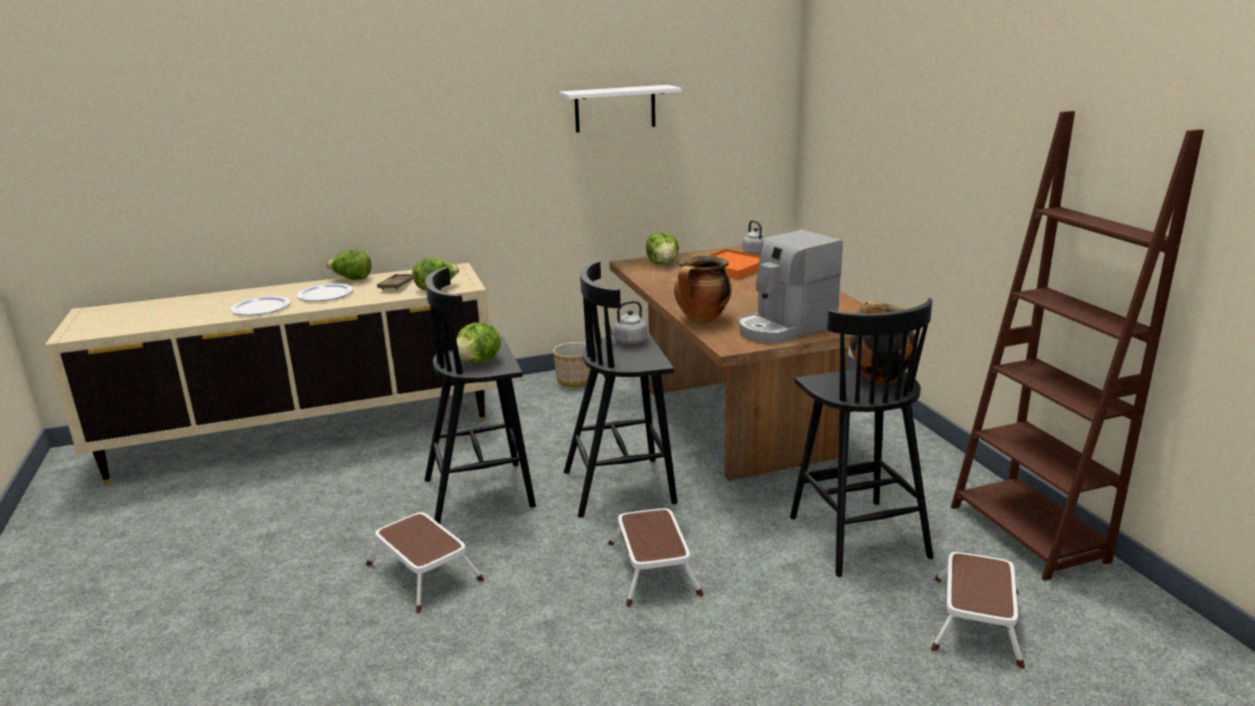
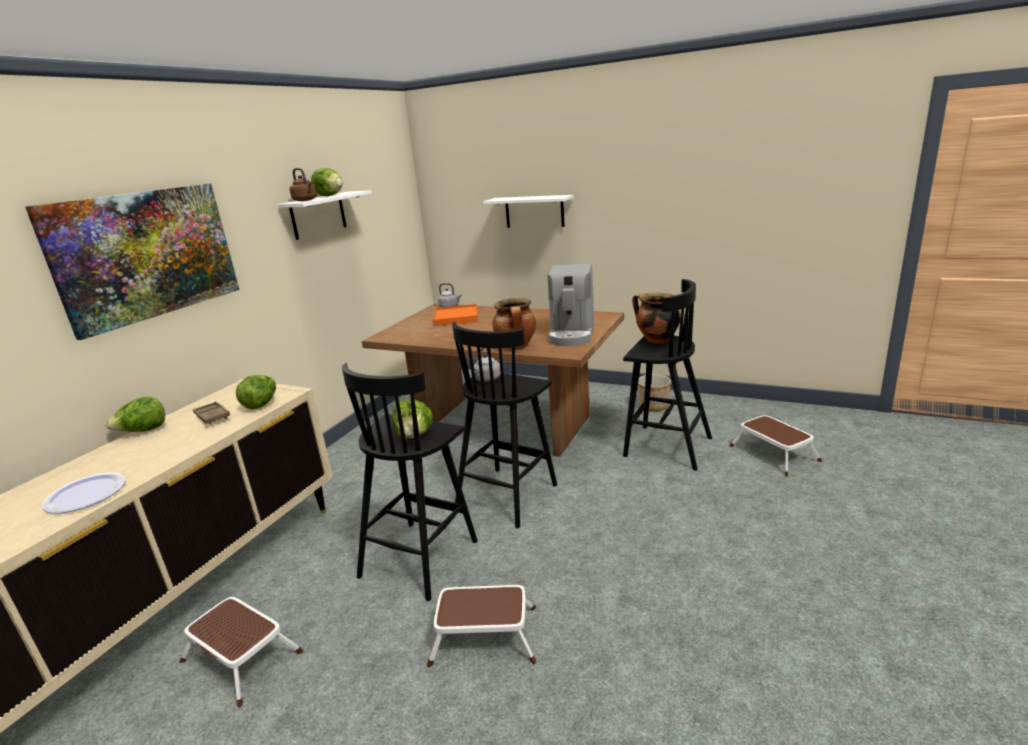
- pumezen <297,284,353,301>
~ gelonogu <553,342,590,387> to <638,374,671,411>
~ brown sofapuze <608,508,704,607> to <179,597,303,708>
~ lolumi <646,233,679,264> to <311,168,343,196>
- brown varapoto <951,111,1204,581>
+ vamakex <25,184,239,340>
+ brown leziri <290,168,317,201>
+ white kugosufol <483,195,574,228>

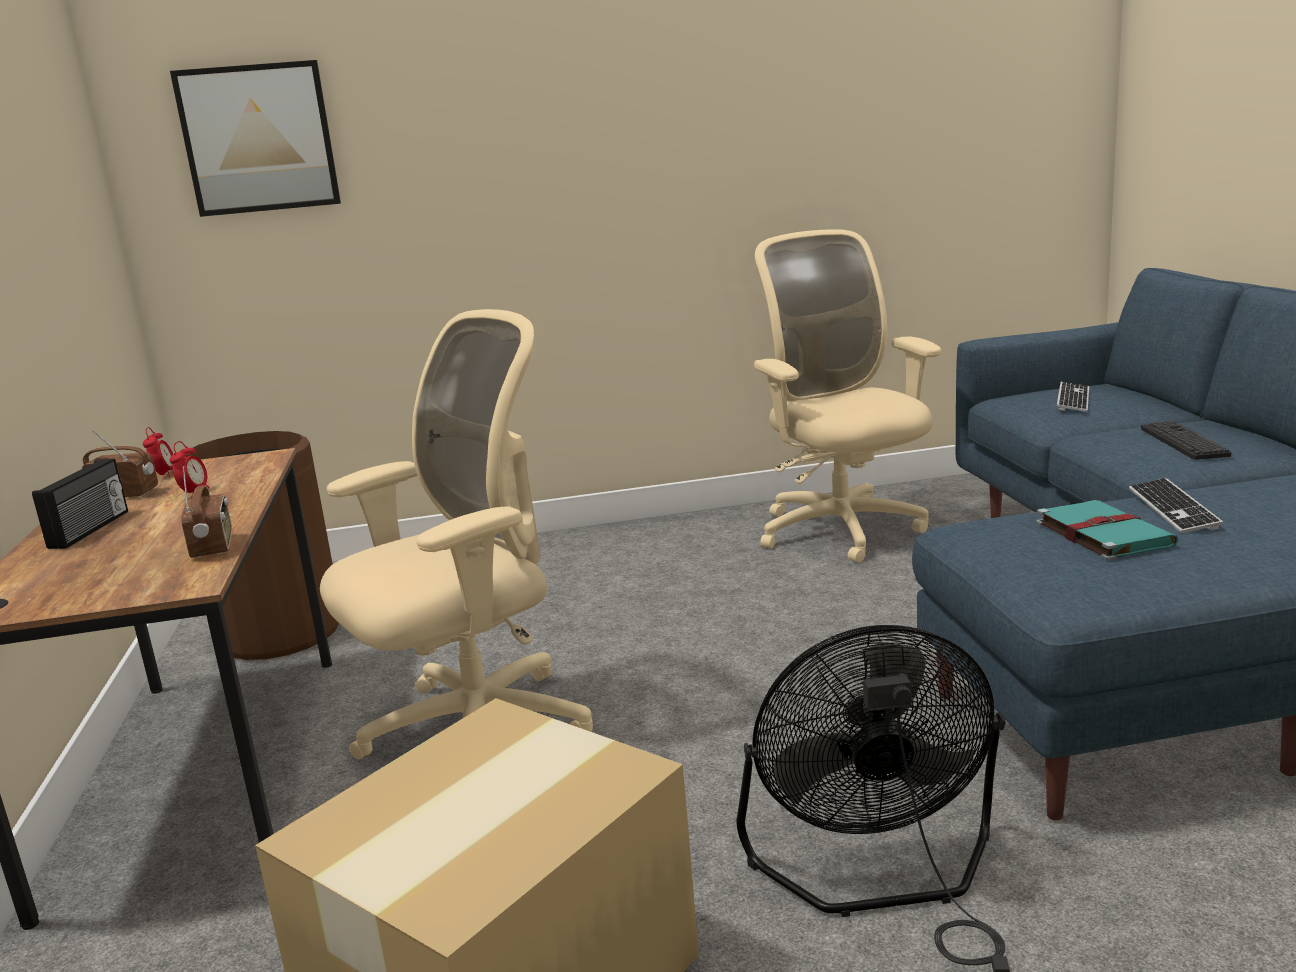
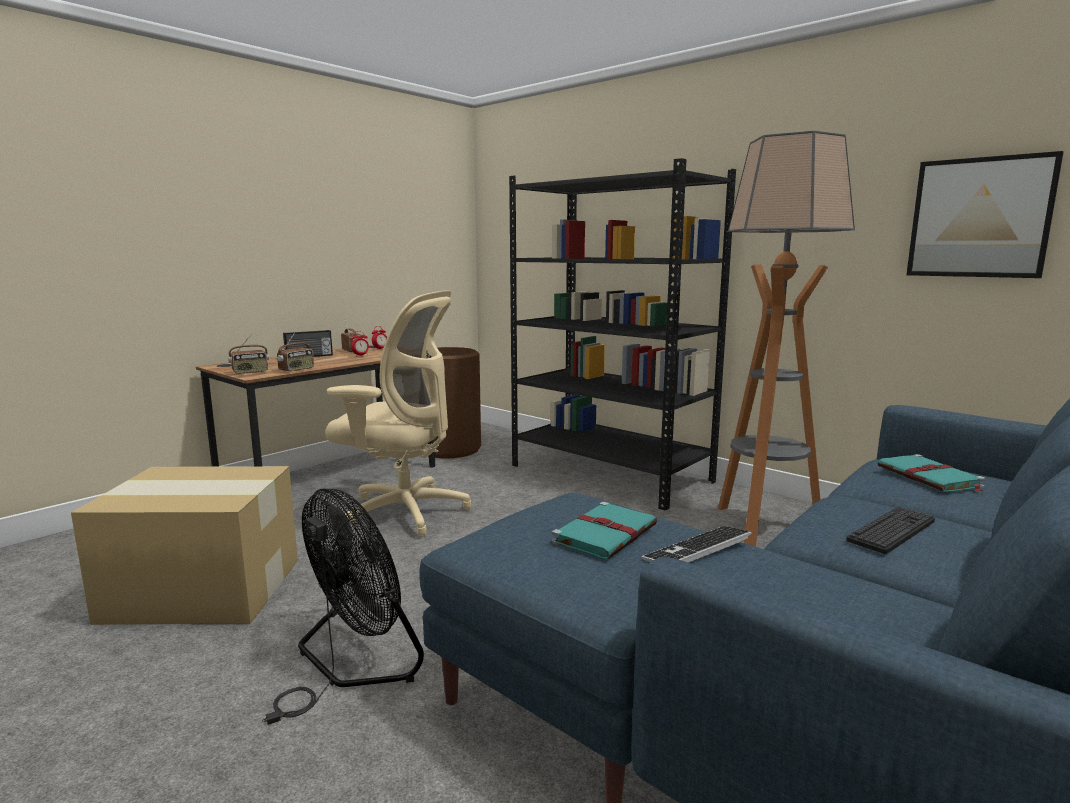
~ vamakex <170,60,341,217> to <906,151,1063,278>
~ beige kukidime <754,230,941,563> to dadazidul <718,131,855,547>
~ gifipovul <1057,382,1089,412> to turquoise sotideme <878,454,985,492>
+ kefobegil <228,334,269,374>
+ black varapoto <509,158,736,511>

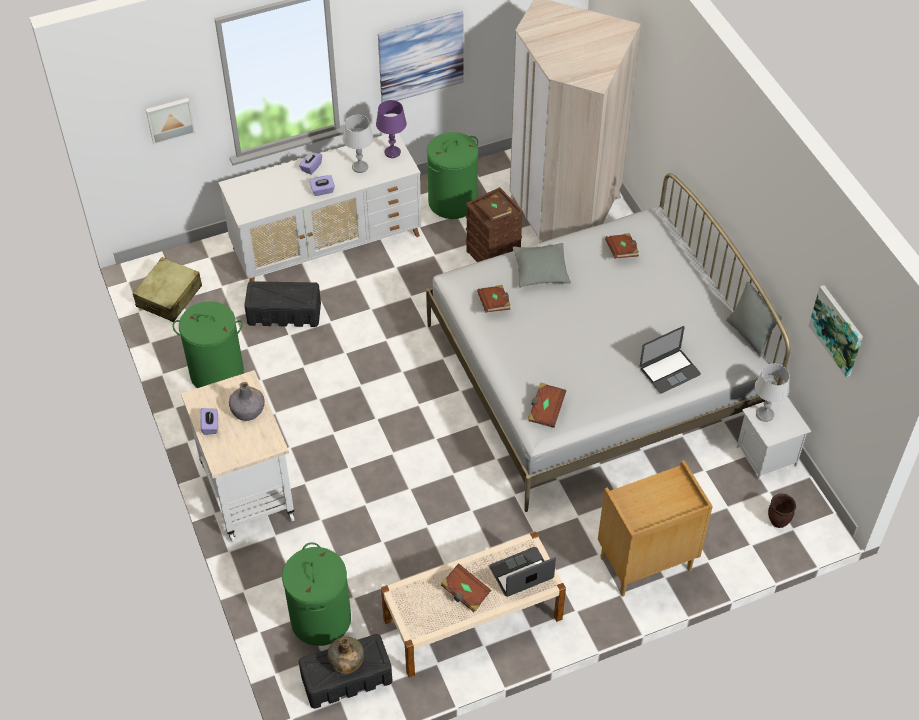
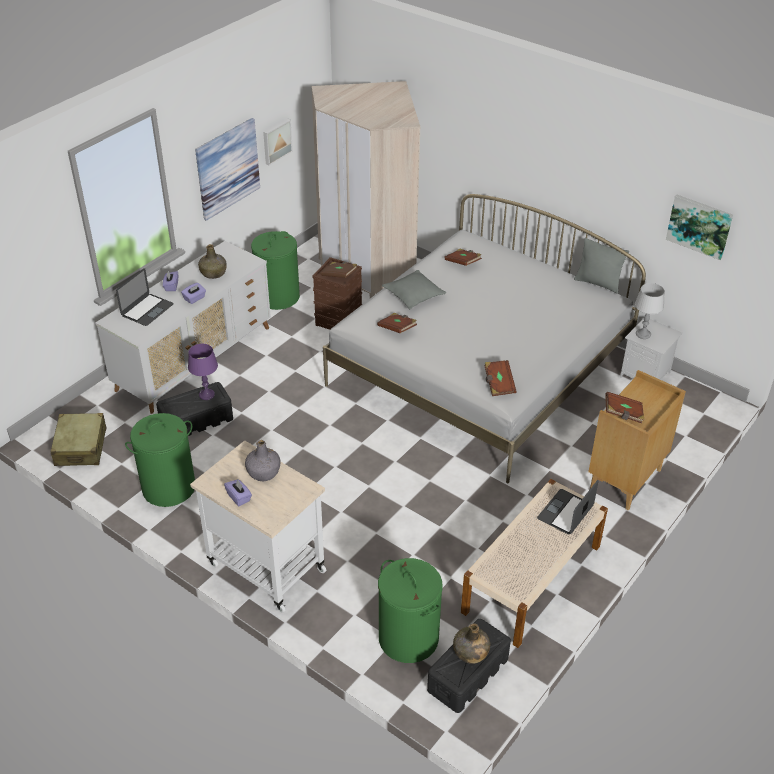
~ vamakex <146,98,196,145> to <263,118,293,165>
~ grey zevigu <343,115,374,173> to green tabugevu <198,244,227,279>
~ purple zevigu <376,100,407,158> to <188,344,218,400>
~ brown sotideme <441,563,491,612> to <605,392,645,423>
~ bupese <640,326,701,394> to <116,268,174,326>
- brown gelonogu <768,494,796,528>

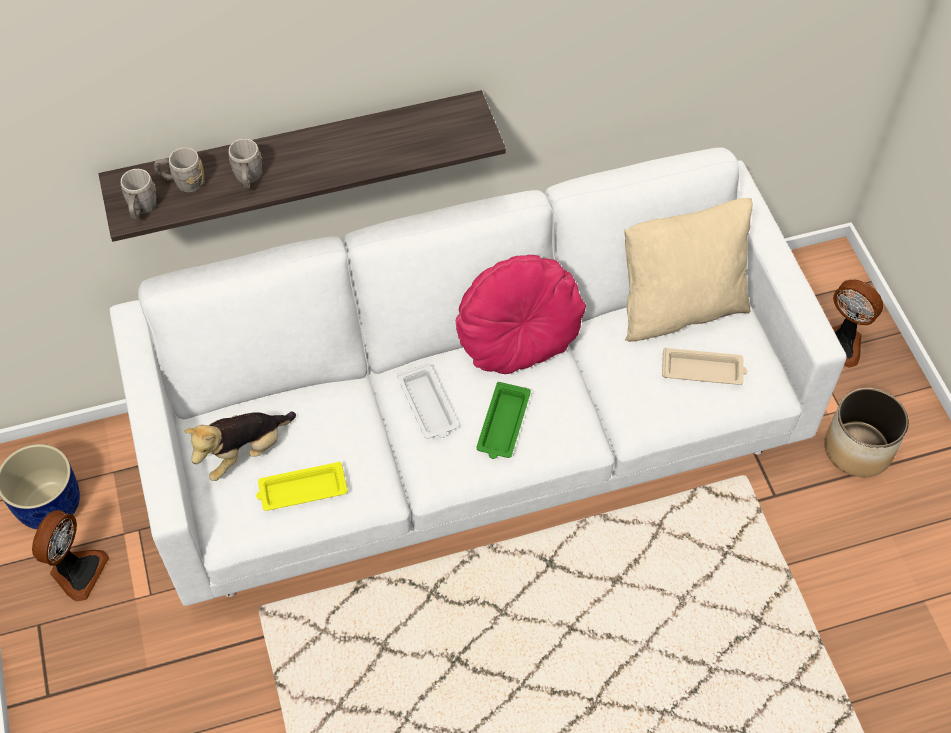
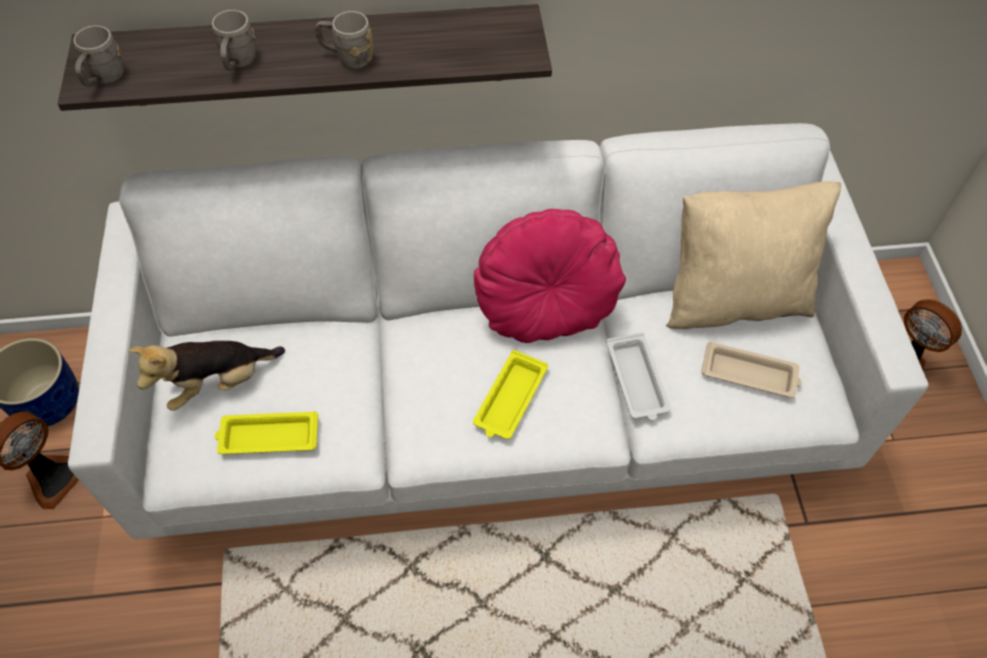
~ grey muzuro <154,147,204,193> to <315,11,373,69>
~ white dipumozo <397,363,458,439> to <607,333,671,420>
~ green dipumozo <476,382,531,459> to yellow dipumozo <473,350,548,439>
- gelonogu <824,388,909,477>

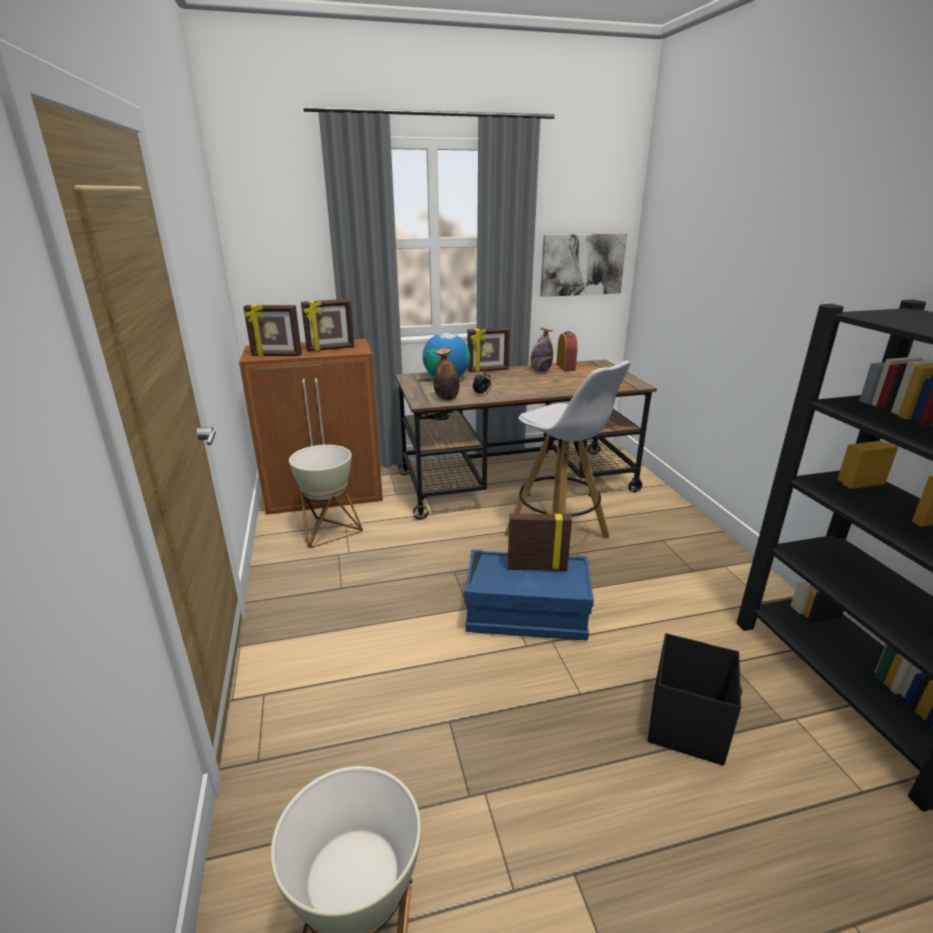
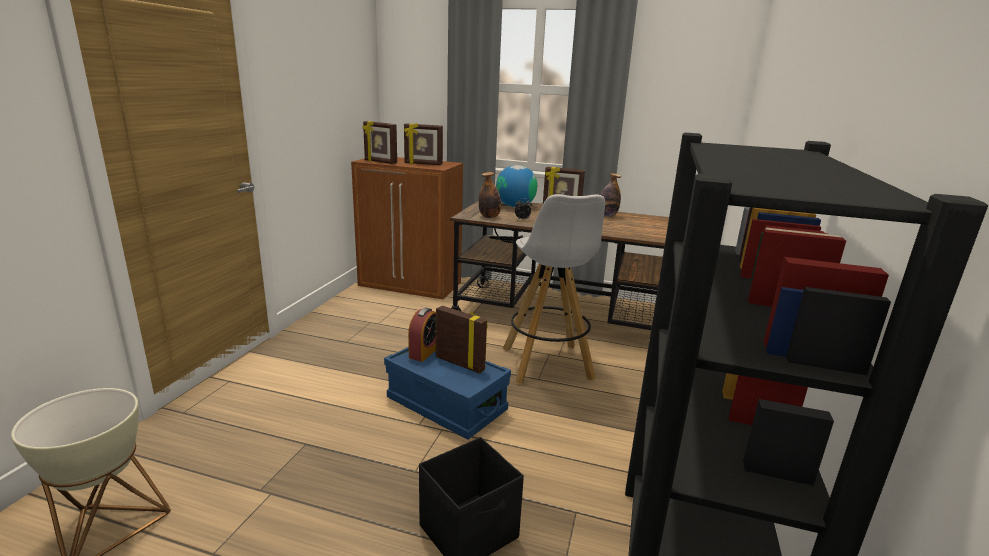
- gelonogu <289,445,363,548>
- vamakex <540,233,627,297>
~ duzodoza <556,331,578,371> to <408,308,436,362>

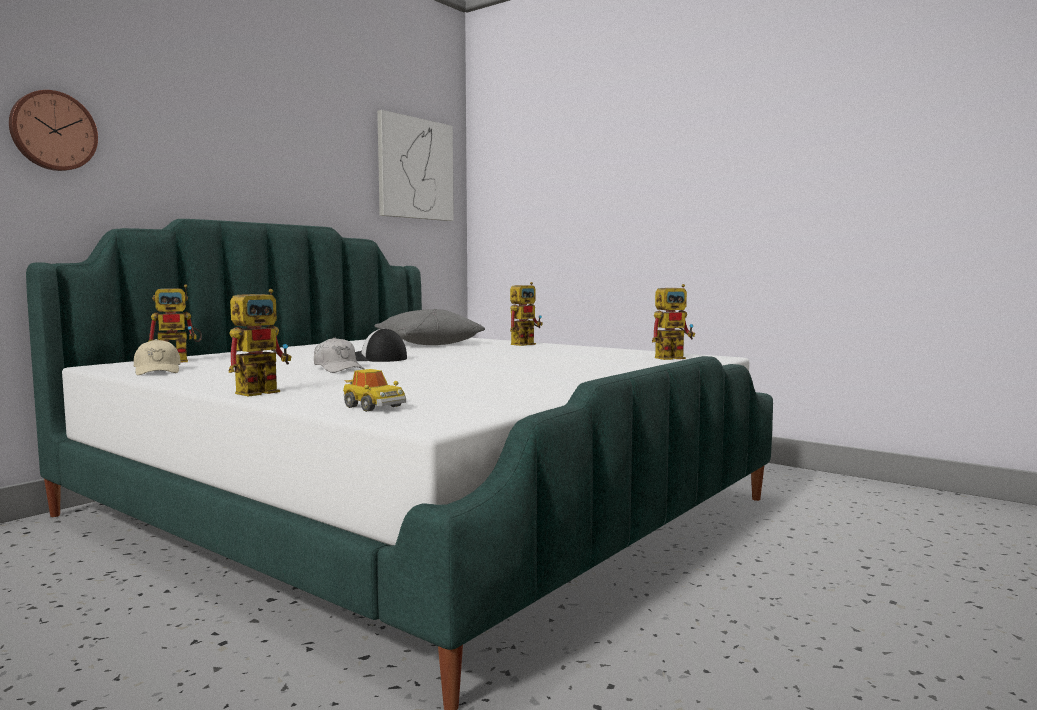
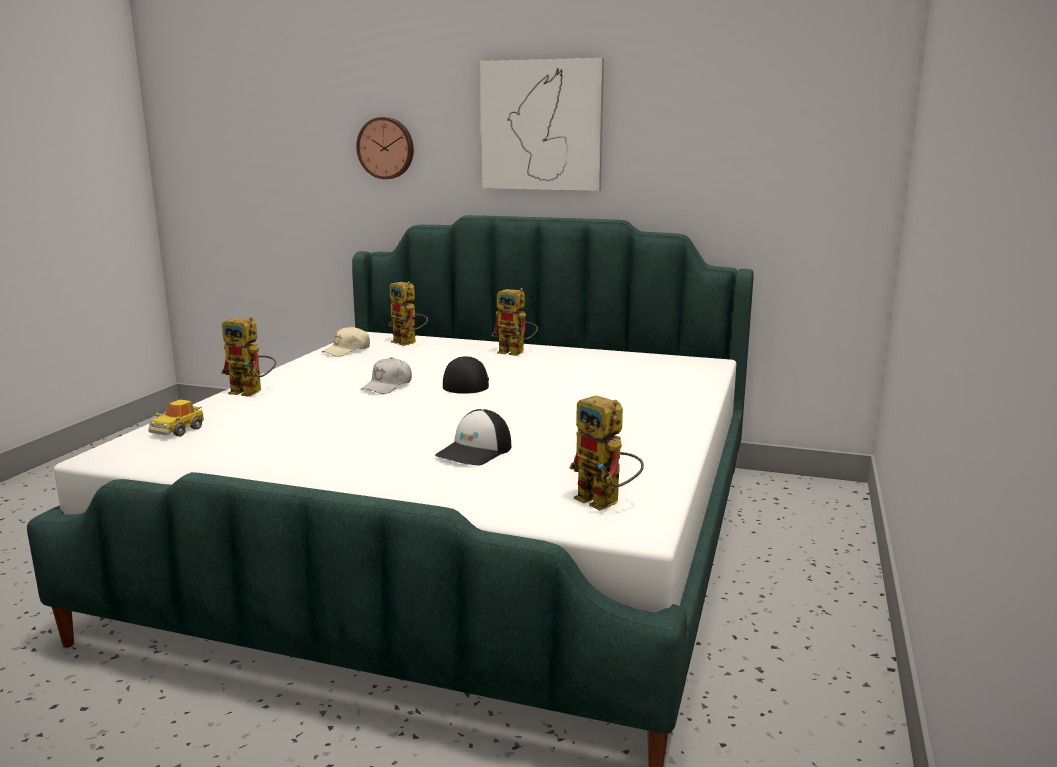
- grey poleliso <375,309,485,345>
~ vamakex <377,110,454,221> to <480,58,604,191>
~ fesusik <510,282,543,346> to <492,288,538,356>
+ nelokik <435,409,511,465>

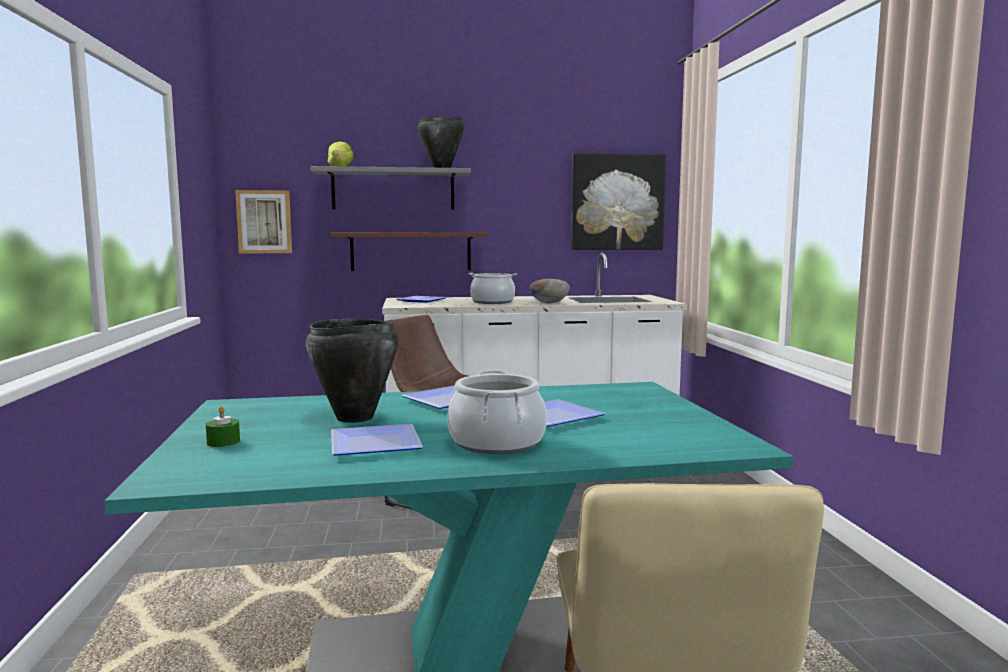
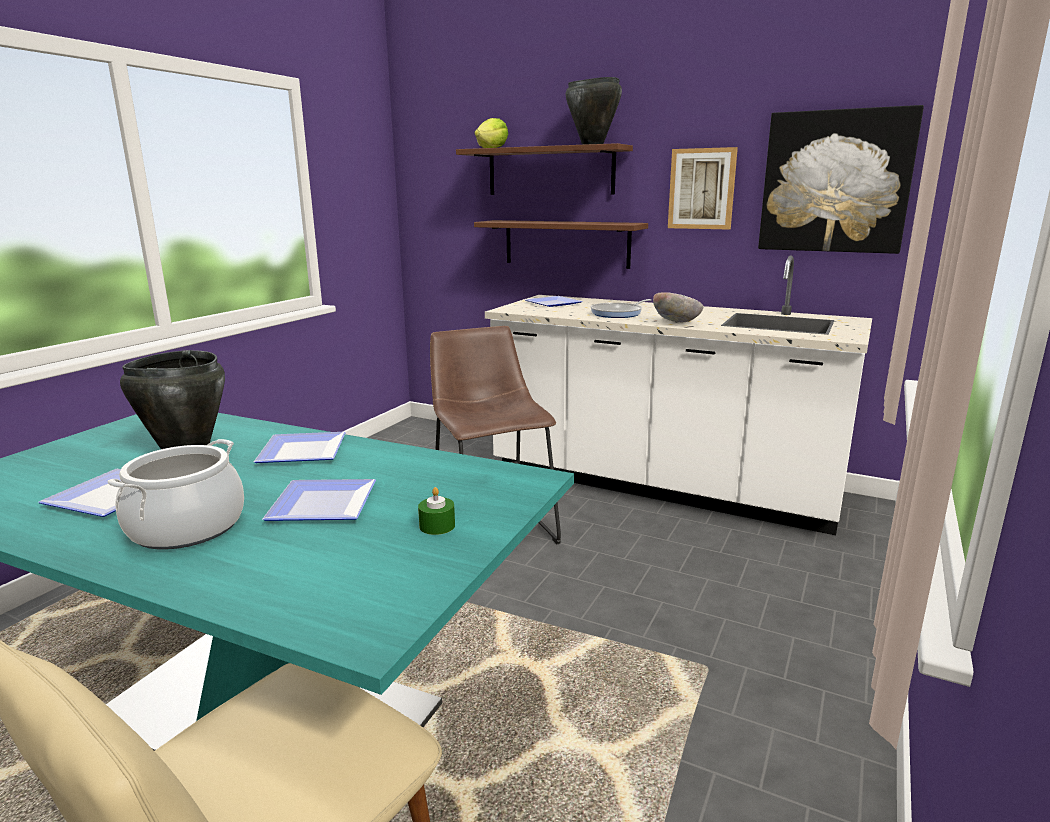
~ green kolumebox <206,406,240,447> to <418,487,455,535>
~ vamakex <235,190,292,253> to <668,147,738,230>
~ grey kugosufol <311,166,471,210> to brown kugosufol <456,143,633,195>
~ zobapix <469,273,517,304> to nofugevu <591,299,651,318>

